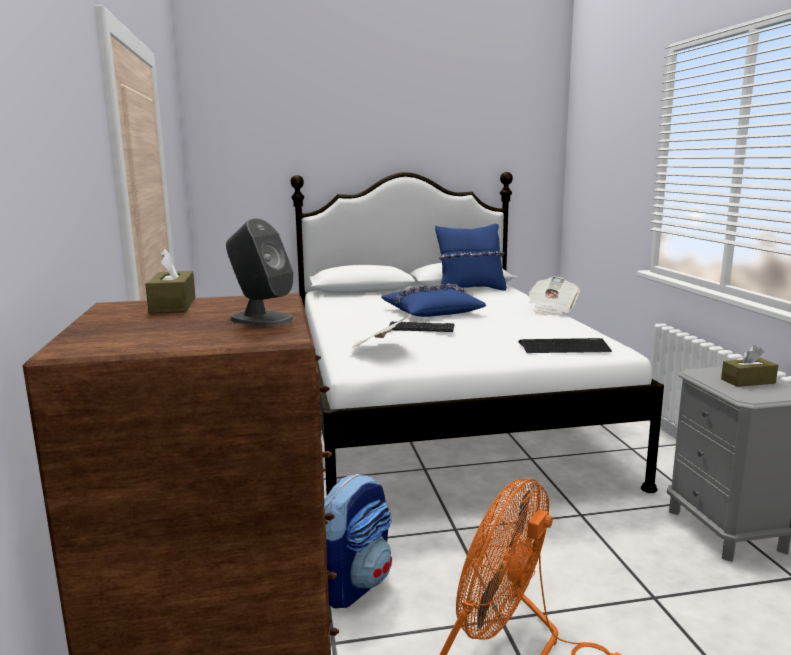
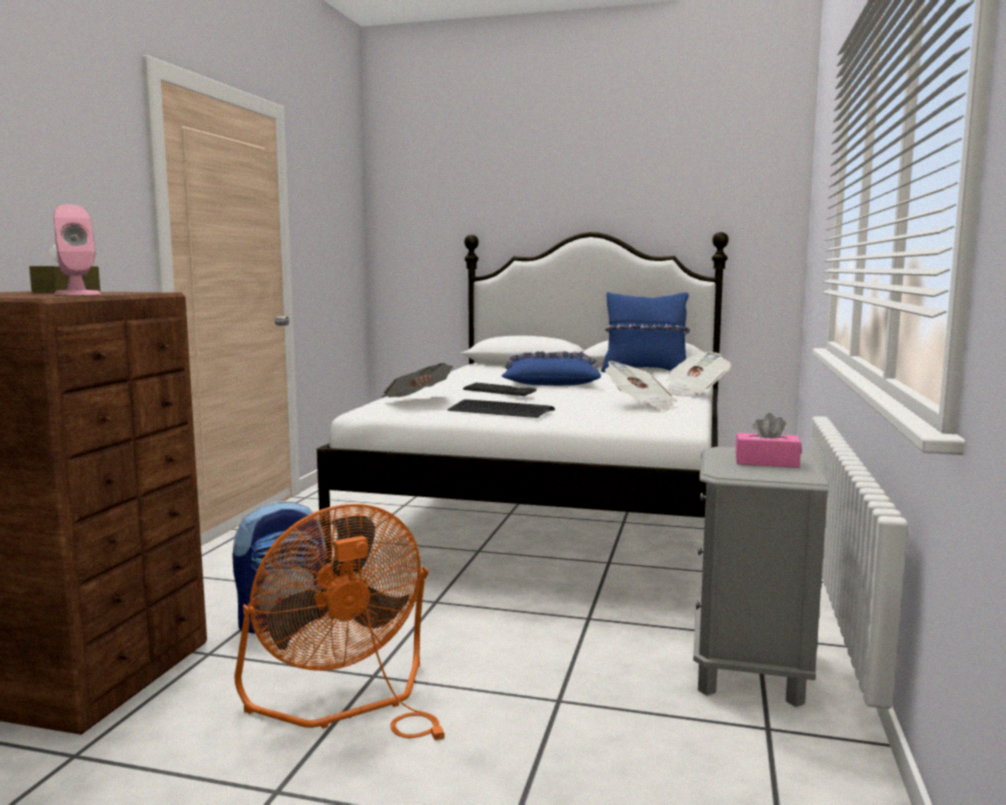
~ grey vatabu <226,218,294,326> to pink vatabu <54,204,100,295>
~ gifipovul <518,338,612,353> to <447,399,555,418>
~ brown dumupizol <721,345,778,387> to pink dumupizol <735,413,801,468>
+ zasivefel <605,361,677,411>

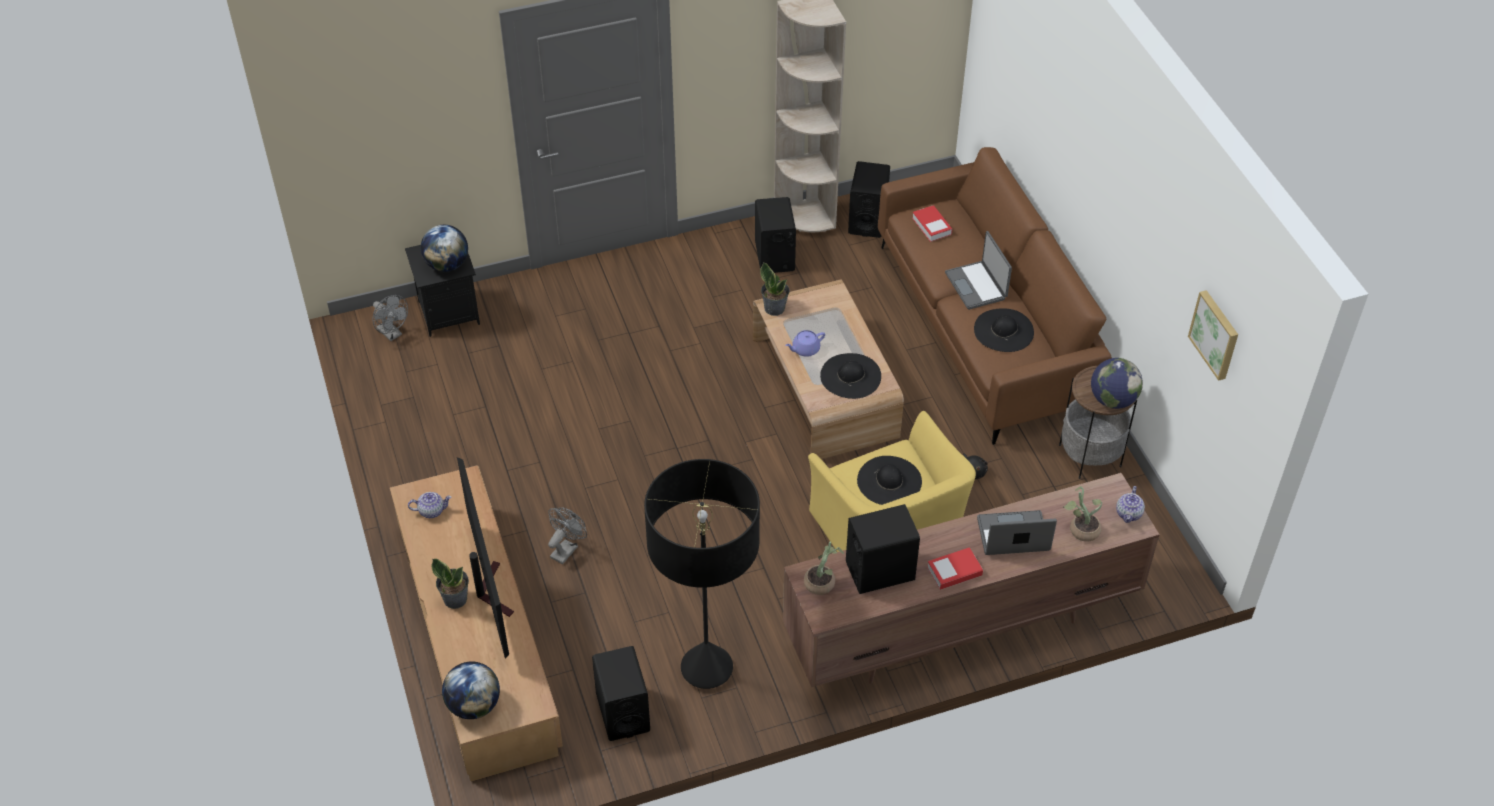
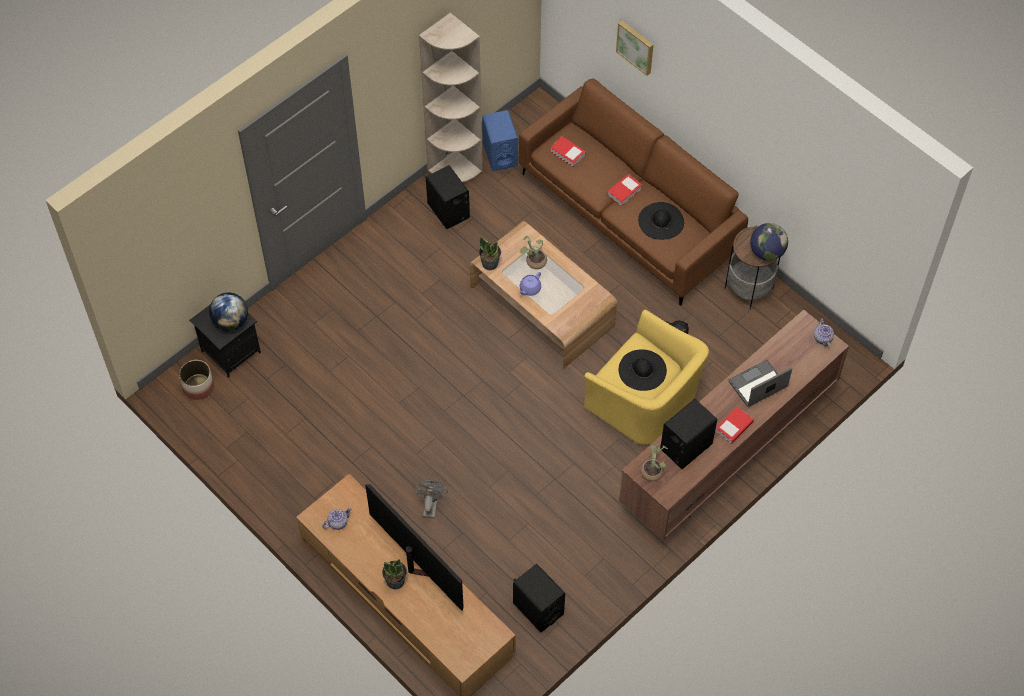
~ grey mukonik <373,295,408,341> to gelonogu <179,360,214,400>
- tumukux <442,662,500,719>
- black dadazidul <644,459,760,689>
- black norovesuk <820,353,881,399>
~ black vatabu <848,161,890,238> to blue vatabu <482,110,518,171>
~ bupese <945,231,1012,310> to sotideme <607,174,642,206>
~ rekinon <1063,486,1102,542> to <519,236,547,269>
~ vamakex <1188,290,1238,381> to <616,21,653,76>

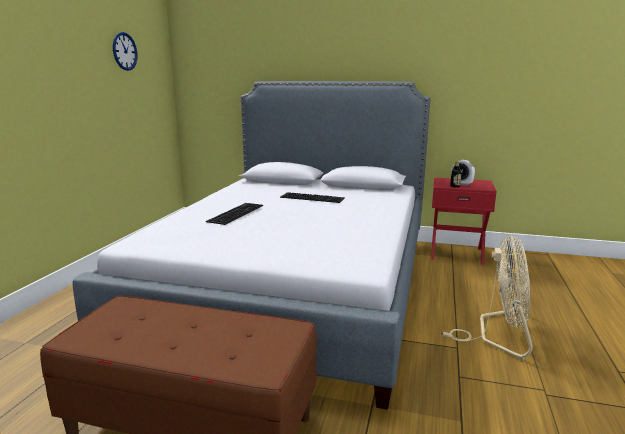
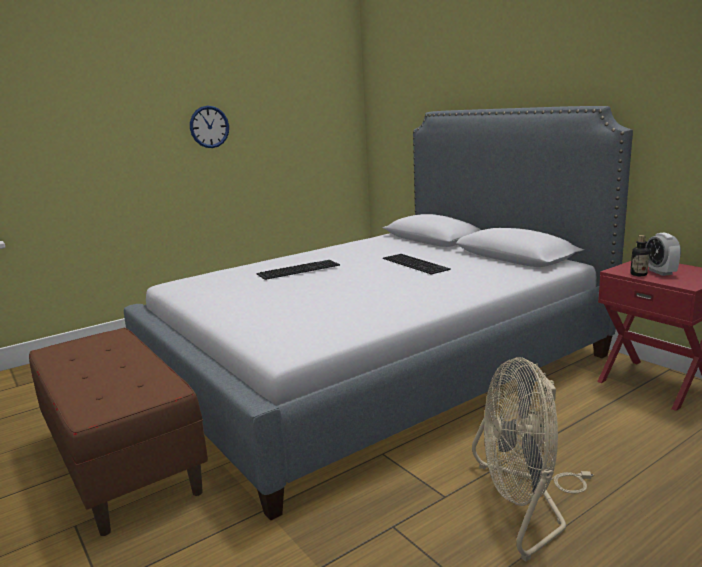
~ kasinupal <113,32,137,71> to <190,106,229,148>
~ beige mukonik <441,235,533,361> = <472,357,594,562> 120 degrees clockwise

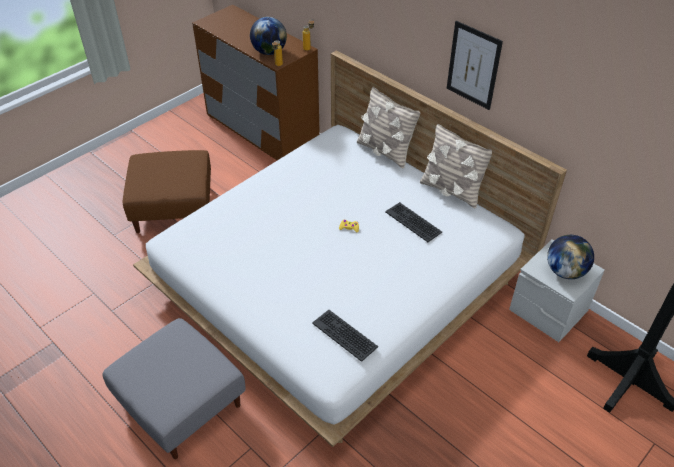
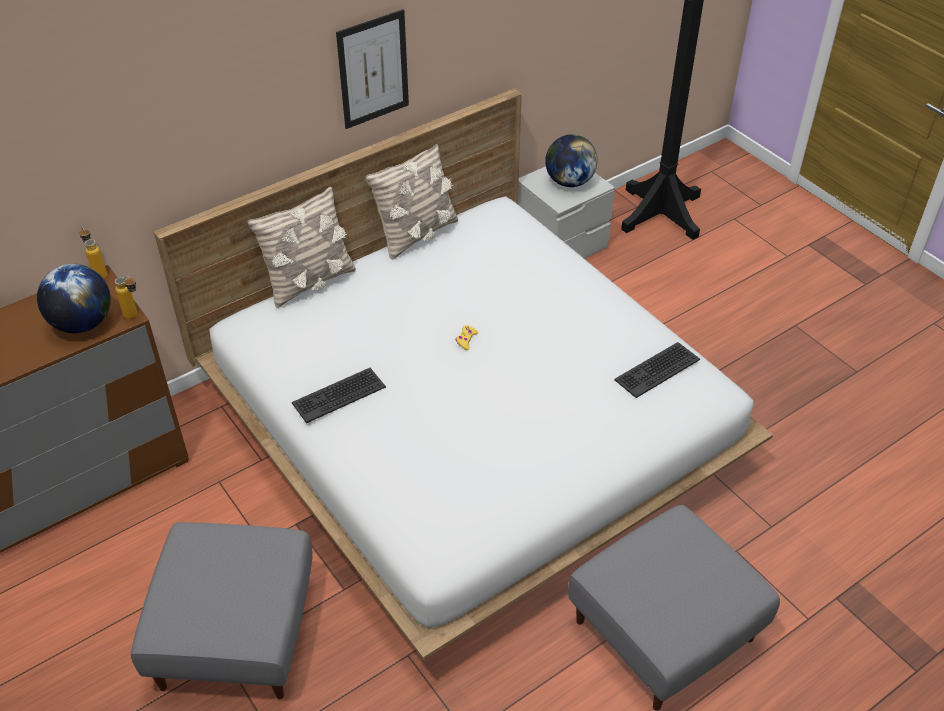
~ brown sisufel <123,150,211,233> to grey sisufel <131,522,313,699>
~ gifipovul <385,202,442,242> to <292,368,386,423>

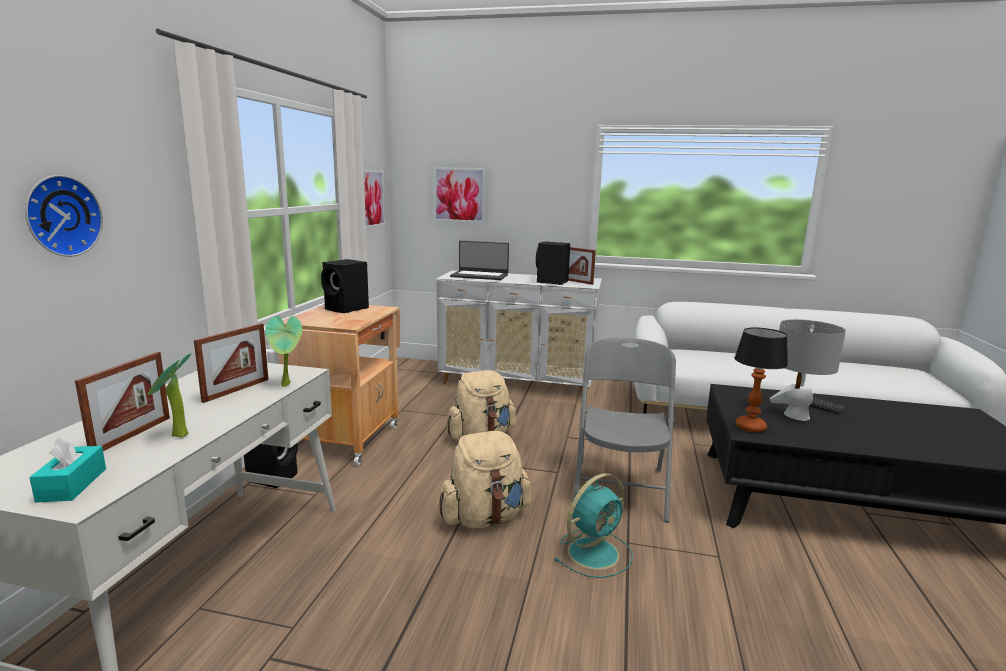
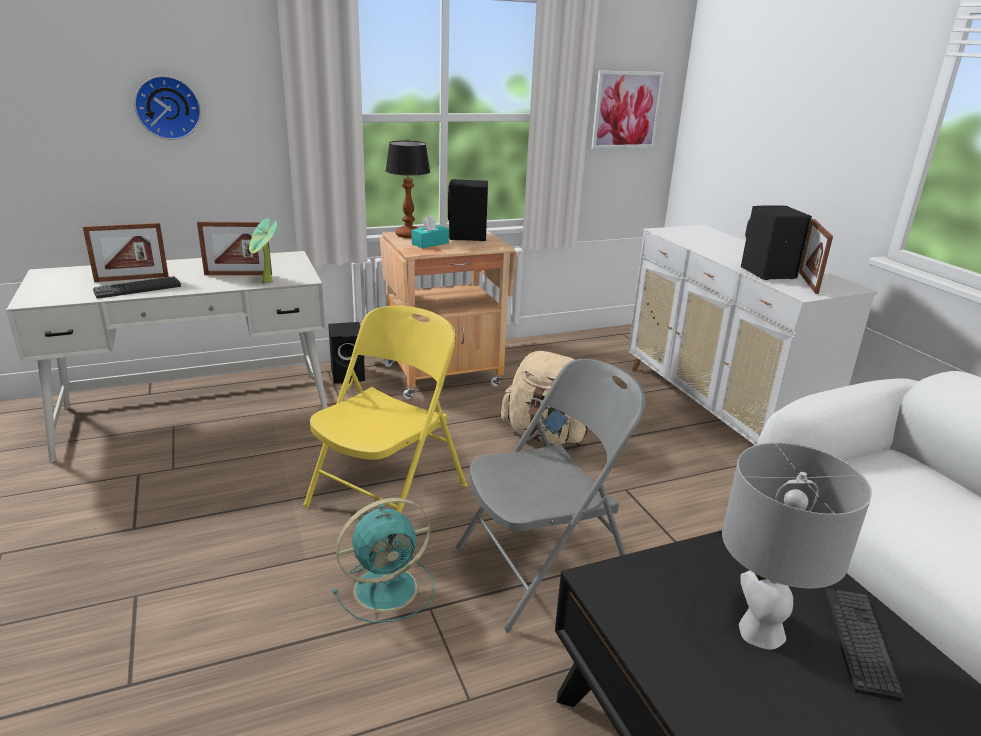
~ turquoise dumupizol <29,436,106,502> to <412,215,449,248>
~ rekinon <148,353,191,438> to gifipovul <93,276,181,299>
- vamakex <433,167,486,223>
~ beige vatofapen <439,431,532,528> to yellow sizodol <303,306,467,513>
- bupese <450,241,509,280>
~ turquoise mukonik <554,473,633,578> = <333,498,434,623> 45 degrees counterclockwise
~ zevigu <734,328,788,432> to <385,141,430,238>

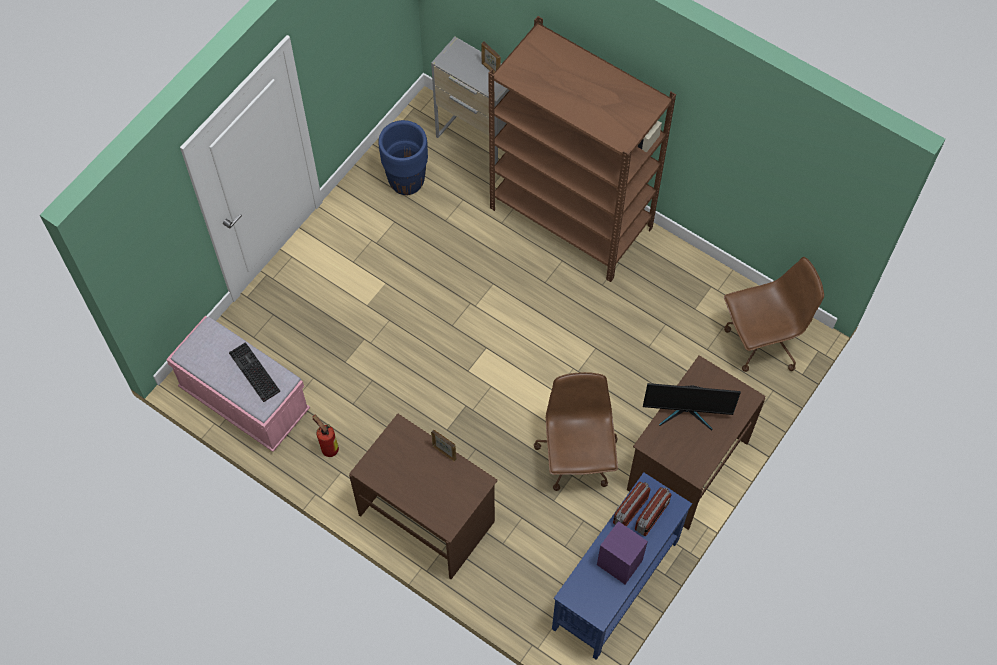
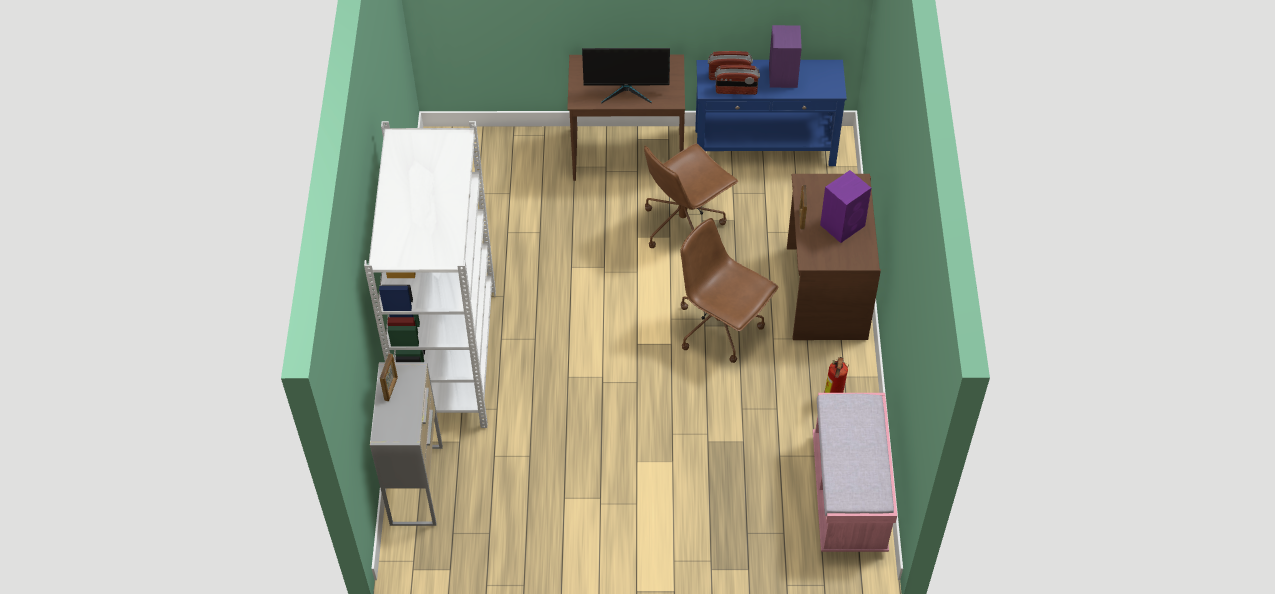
- gifipovul <229,343,280,402>
- blue gelonogu <378,120,428,195>
~ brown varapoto <488,16,676,282> to white varapoto <364,121,496,428>
~ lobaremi <643,383,741,431> = <582,48,670,104> 120 degrees clockwise
~ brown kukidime <724,257,824,372> to <681,218,778,363>
+ purple vatabu <820,170,871,243>

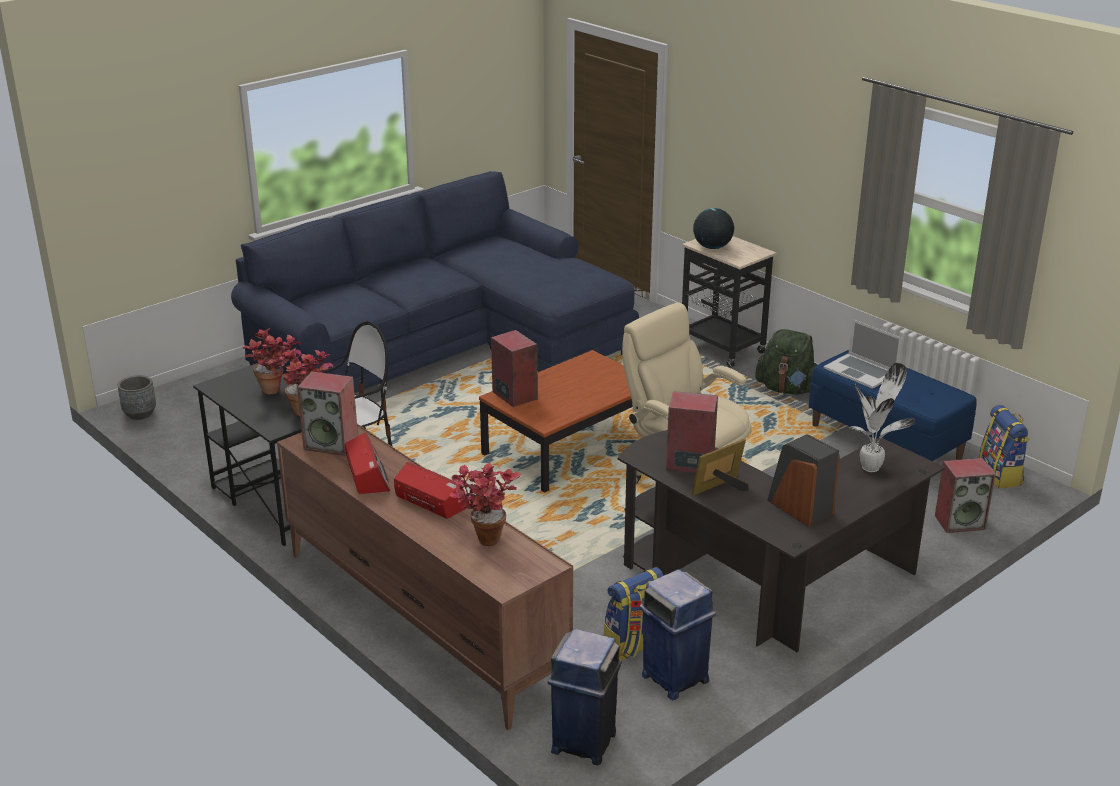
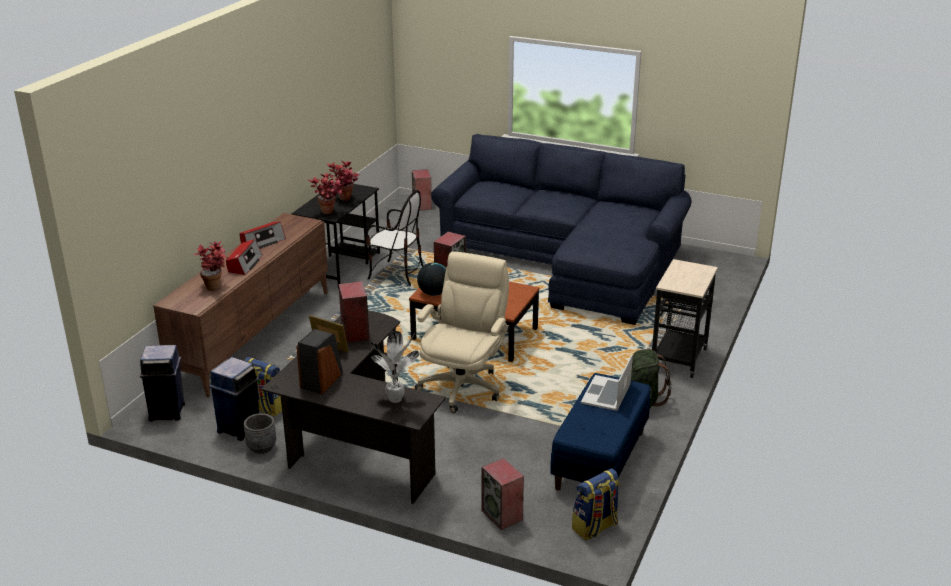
~ grey gelonogu <117,375,156,420> to <244,413,276,454>
~ vatabu <297,371,358,456> to <412,169,432,211>
~ tumukux <693,208,734,249> to <417,262,446,296>

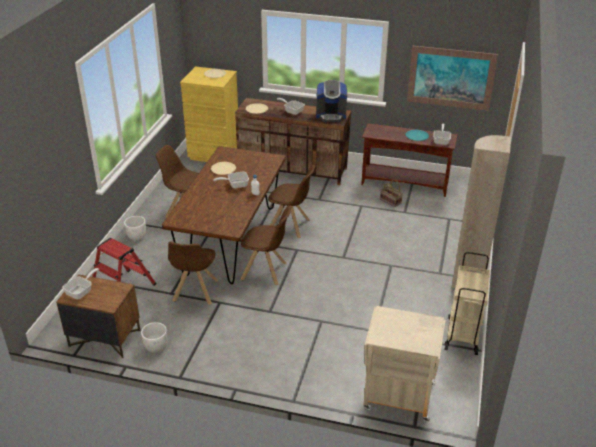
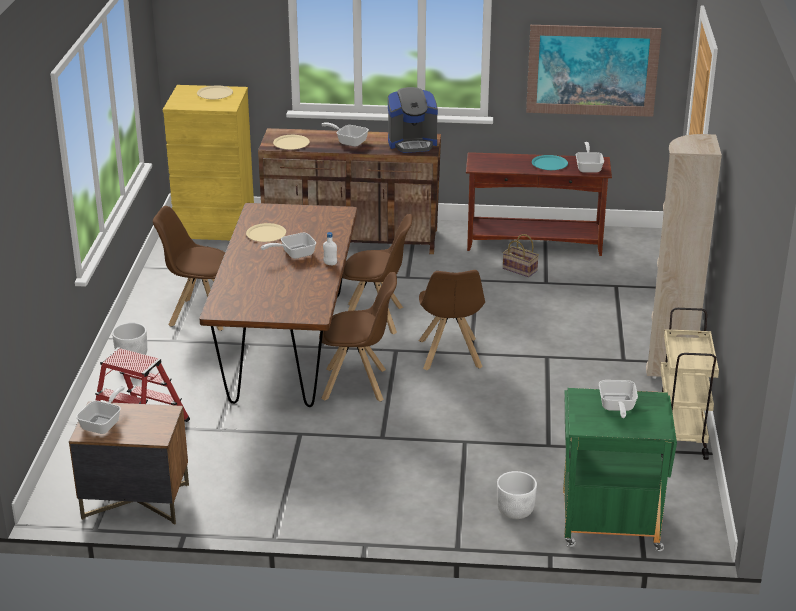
~ white gelonogu <141,322,167,353> to <497,471,537,519>
~ brown sizodol <168,241,219,305> to <419,270,485,371>
~ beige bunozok <364,306,446,422> to green bunozok <563,388,677,551>
+ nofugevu <599,380,638,418>

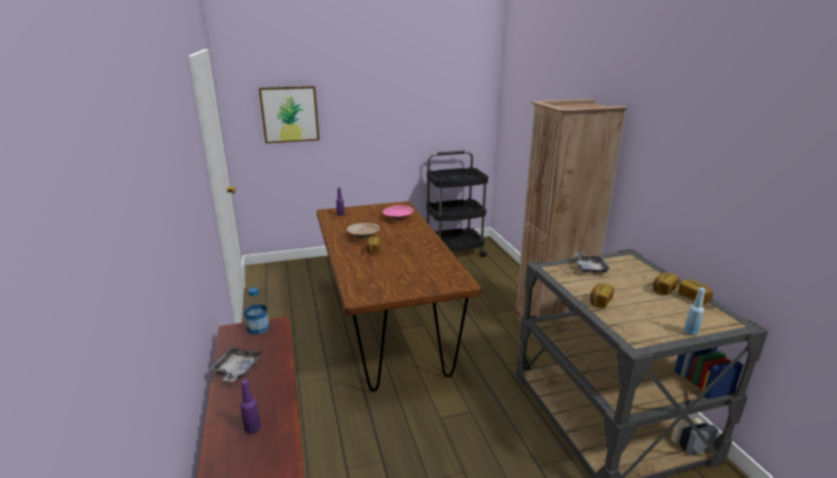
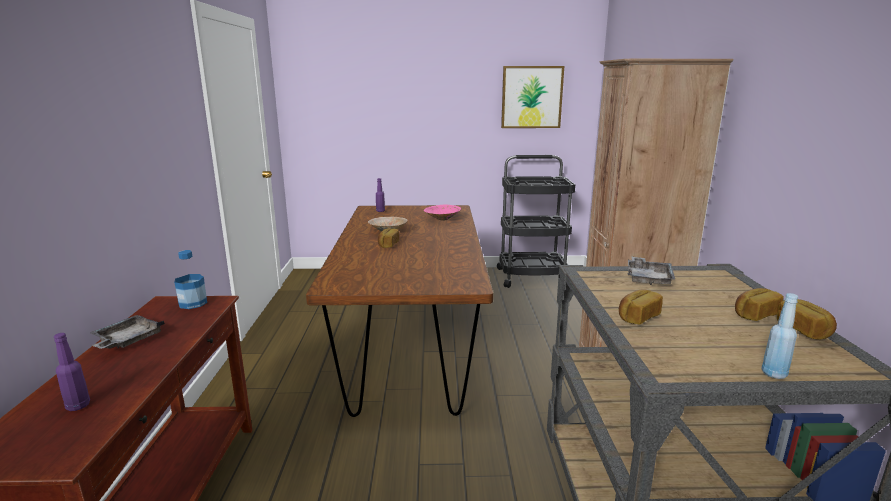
~ vamakex <259,86,319,143> to <501,66,564,128>

